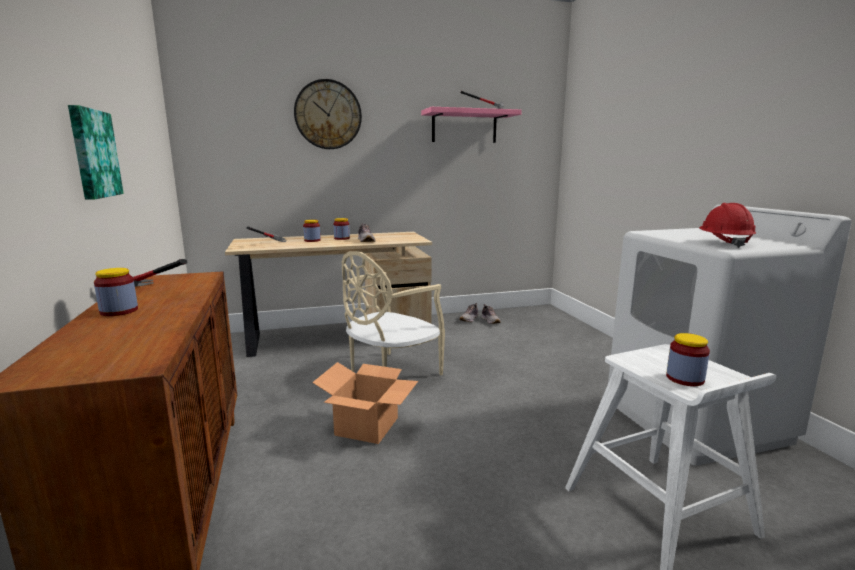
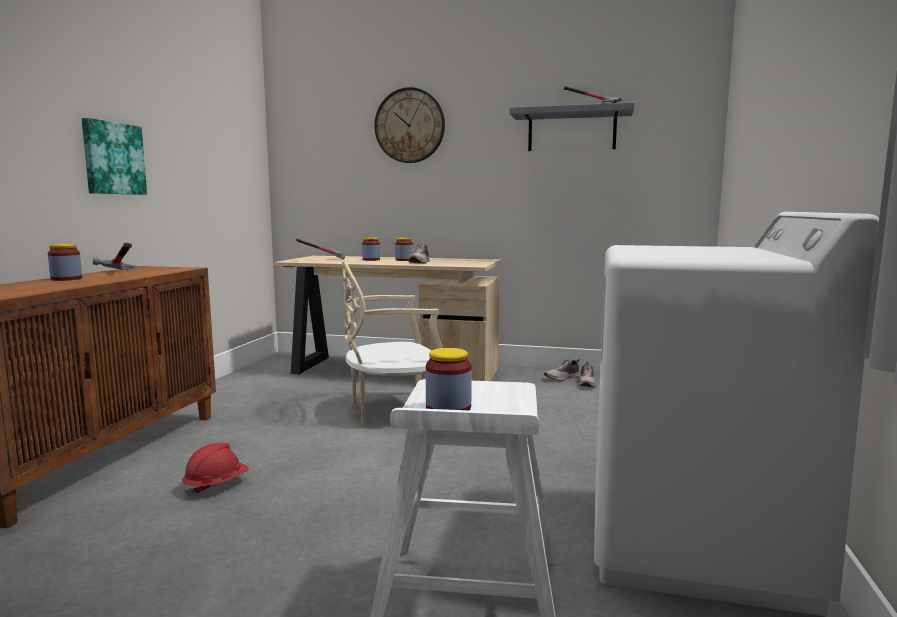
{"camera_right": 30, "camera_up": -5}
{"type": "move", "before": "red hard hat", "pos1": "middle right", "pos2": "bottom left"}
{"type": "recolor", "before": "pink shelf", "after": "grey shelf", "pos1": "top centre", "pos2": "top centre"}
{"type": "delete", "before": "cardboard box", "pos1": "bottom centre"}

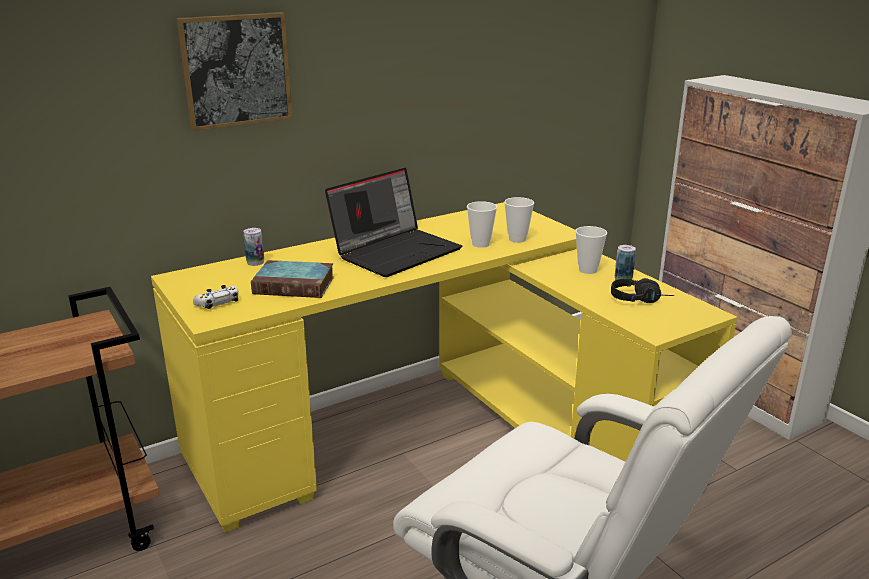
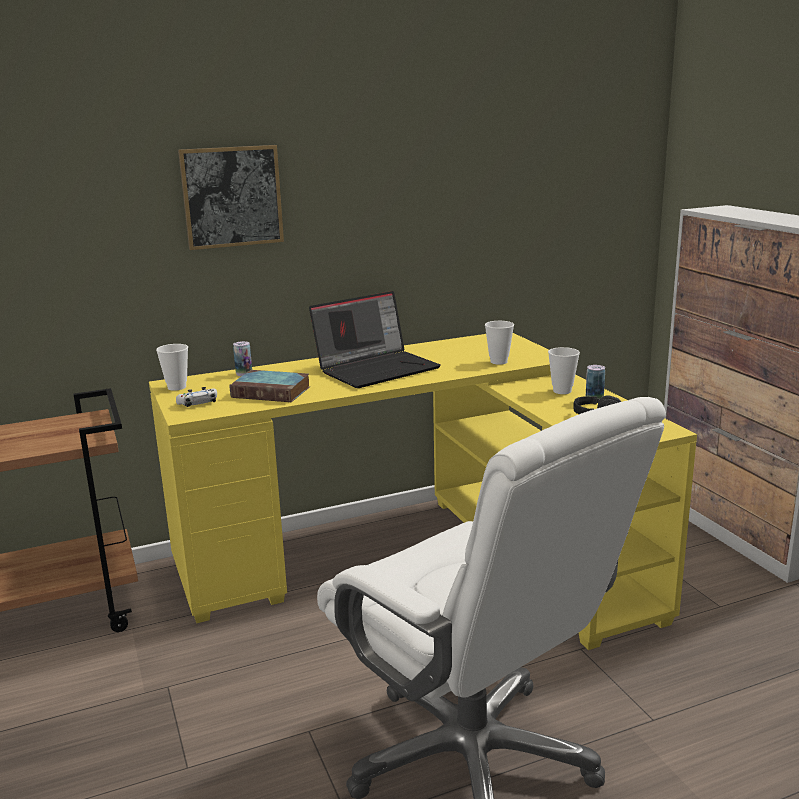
{"camera_right": 10, "camera_up": -5}
{"type": "move", "before": "cup (1st from left)", "pos1": "centre", "pos2": "middle left"}

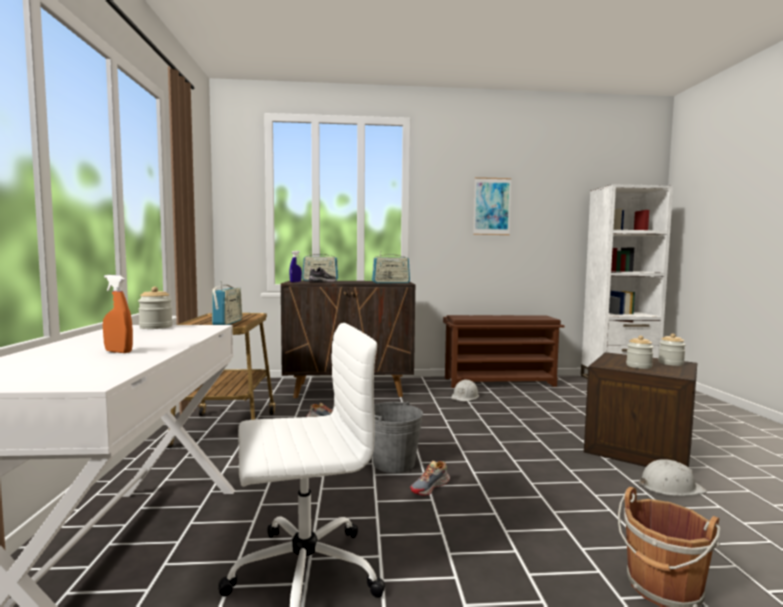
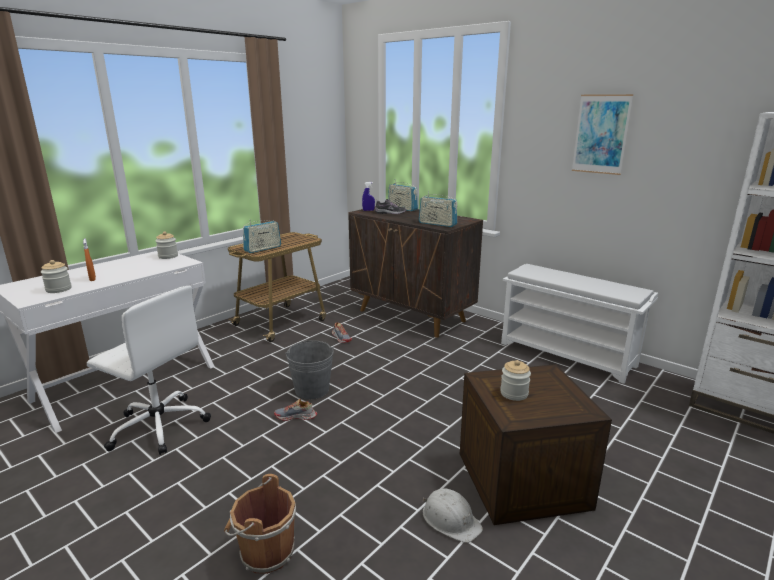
{"camera_right": 45, "camera_up": 15}
{"type": "move", "before": "jar (3rd from left in the first image)", "after": "jar (1st from left)", "pos1": "middle right", "pos2": "middle left"}
{"type": "recolor", "before": "brown shoe rack", "after": "white shoe rack", "pos1": "centre", "pos2": "middle right"}
{"type": "delete", "before": "white hard hat (1st from left)", "pos1": "centre"}

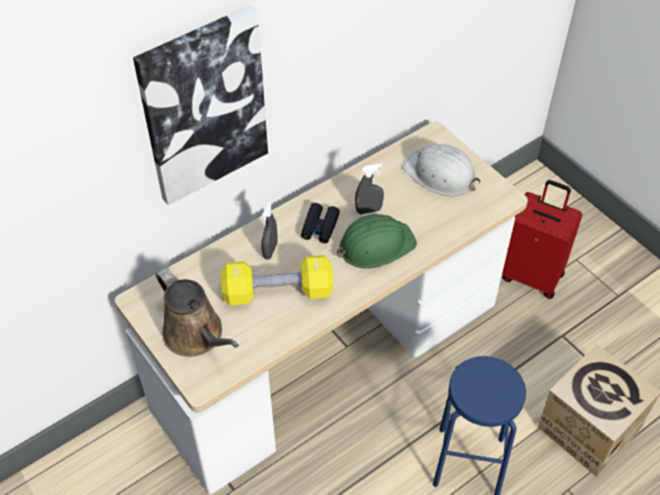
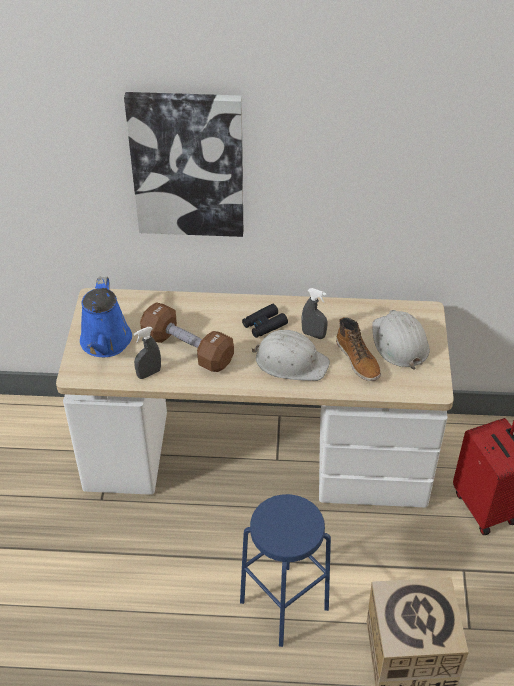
{"camera_right": 40, "camera_up": -5}
{"type": "recolor", "before": "brown watering can", "after": "blue watering can", "pos1": "middle left", "pos2": "middle left"}
{"type": "move", "before": "grey spray bottle (1st from left)", "pos1": "centre", "pos2": "middle left"}
{"type": "recolor", "before": "yellow dumbbell", "after": "brown dumbbell", "pos1": "centre", "pos2": "centre"}
{"type": "recolor", "before": "green hard hat", "after": "white hard hat (1st from left)", "pos1": "centre", "pos2": "centre"}
{"type": "insert", "after": "boot", "pos2": "middle right"}

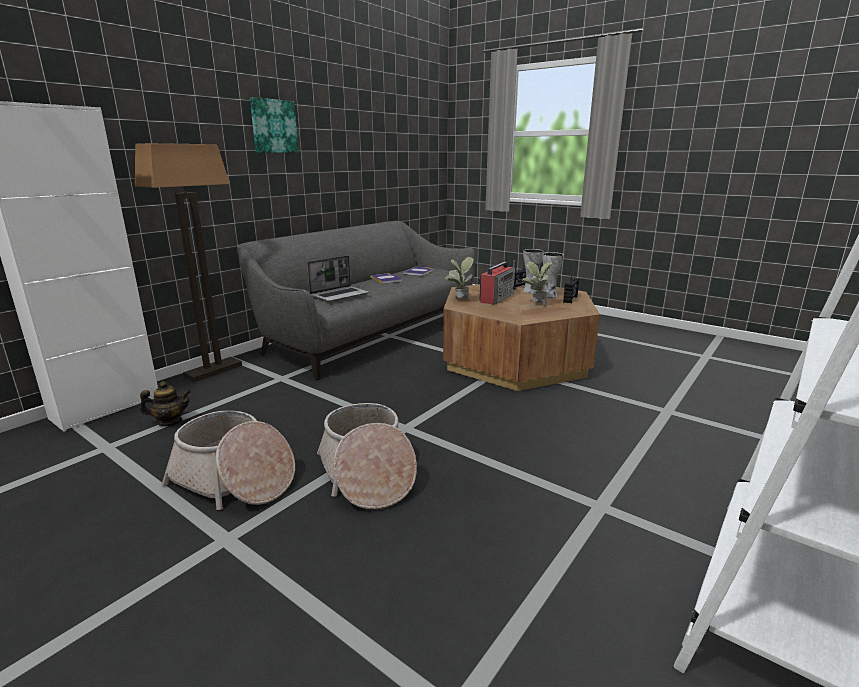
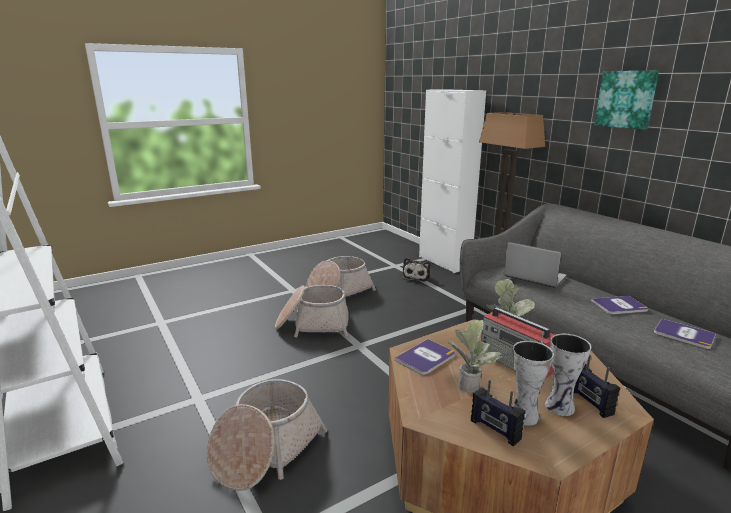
{"camera_right": 110, "camera_up": 0}
{"type": "insert", "after": "basket (1st from left)", "pos2": "bottom centre"}
{"type": "insert", "after": "book (1st from left)", "pos2": "bottom centre"}
{"type": "replace", "before": "teapot", "after": "plush toy", "pos1": "middle left", "pos2": "centre"}
{"type": "rotate", "before": "laptop", "pos1": "centre", "pos2": "middle right", "turn": 150}

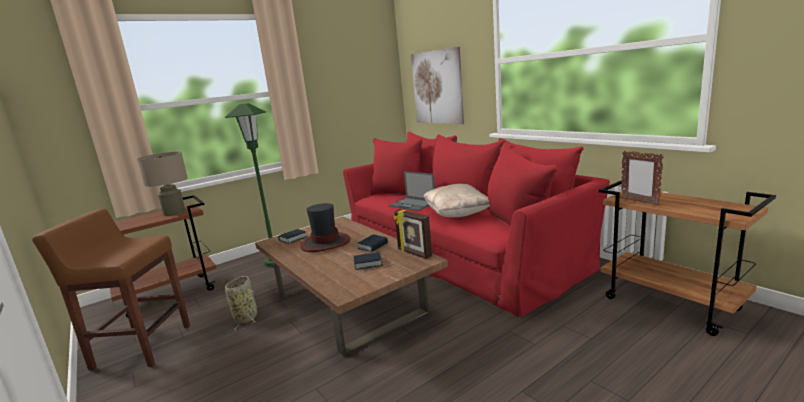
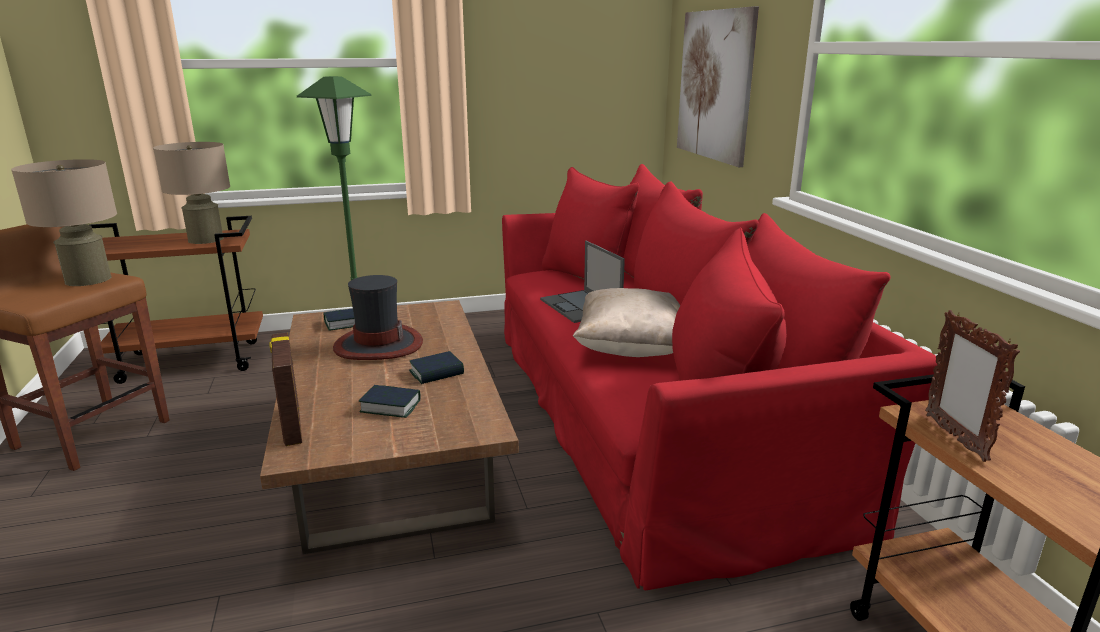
{"camera_right": 20, "camera_up": 5}
{"type": "insert", "after": "beige table lamp (1st from left)", "pos2": "middle left"}
{"type": "move", "before": "picture frame (1st from left)", "pos1": "centre", "pos2": "middle left"}
{"type": "delete", "before": "basket", "pos1": "bottom left"}

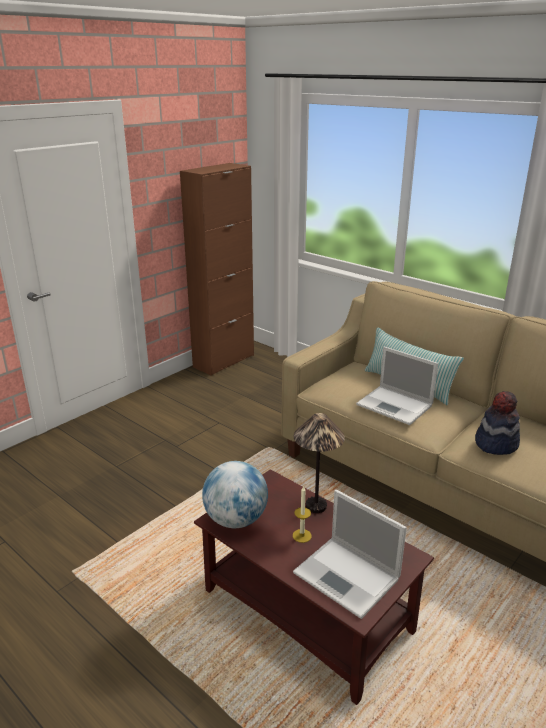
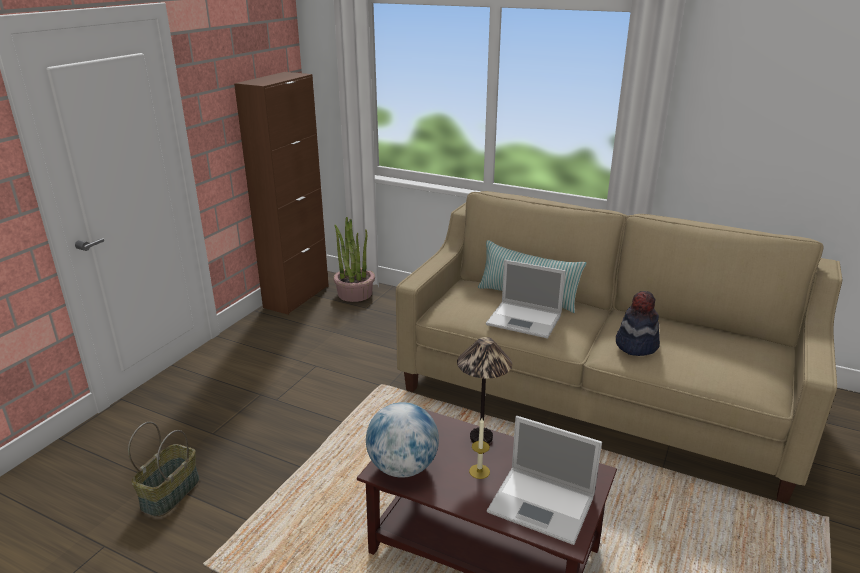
{"camera_right": -15, "camera_up": 0}
{"type": "insert", "after": "basket", "pos2": "bottom left"}
{"type": "insert", "after": "potted plant", "pos2": "centre"}

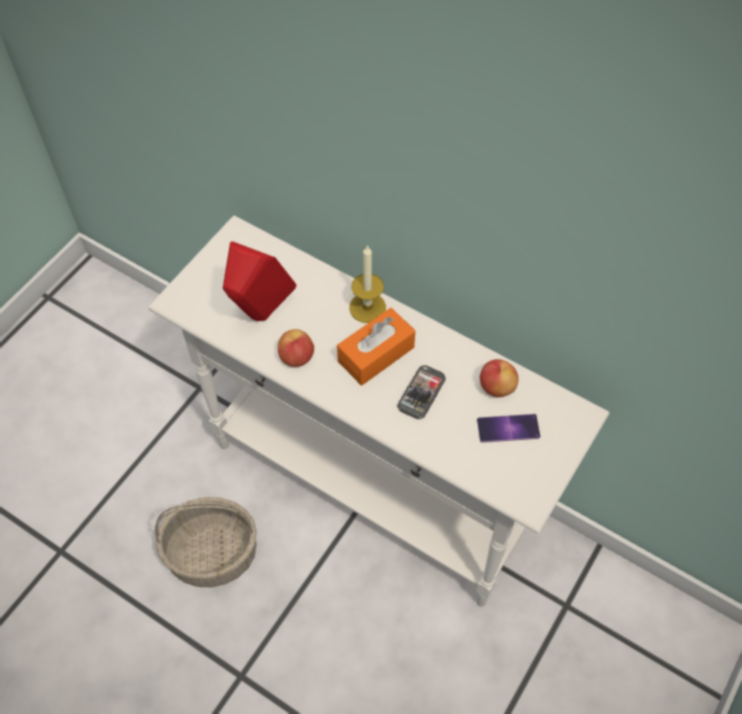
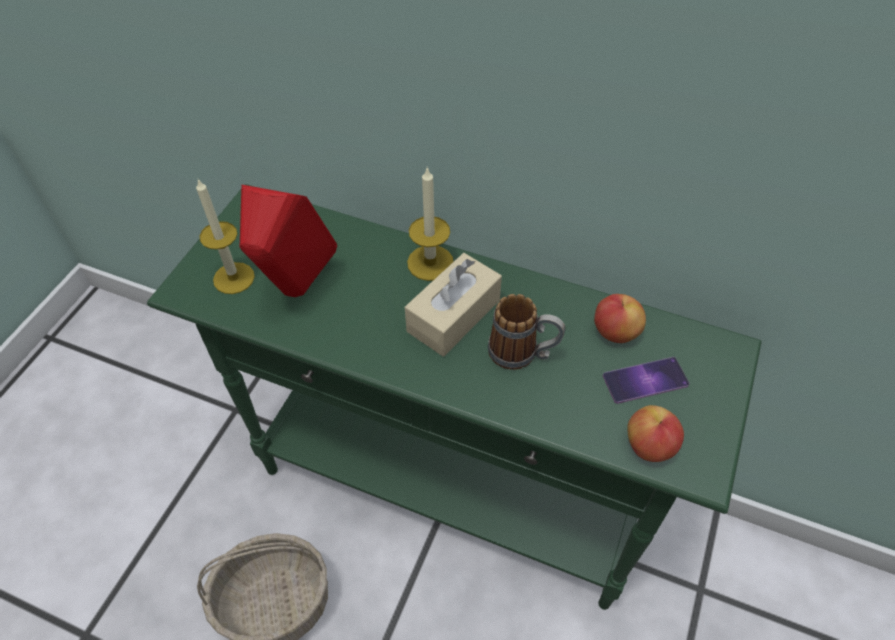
{"camera_right": -10, "camera_up": -5}
{"type": "recolor", "before": "white console table", "after": "green console table", "pos1": "centre", "pos2": "centre"}
{"type": "insert", "after": "candle (1st from left)", "pos2": "middle left"}
{"type": "recolor", "before": "orange tissue box", "after": "beige tissue box", "pos1": "centre", "pos2": "centre"}
{"type": "replace", "before": "phone (1st from left)", "after": "mug", "pos1": "centre", "pos2": "centre"}
{"type": "move", "before": "apple (1st from left in the first image)", "after": "apple (2nd from left)", "pos1": "centre", "pos2": "bottom right"}

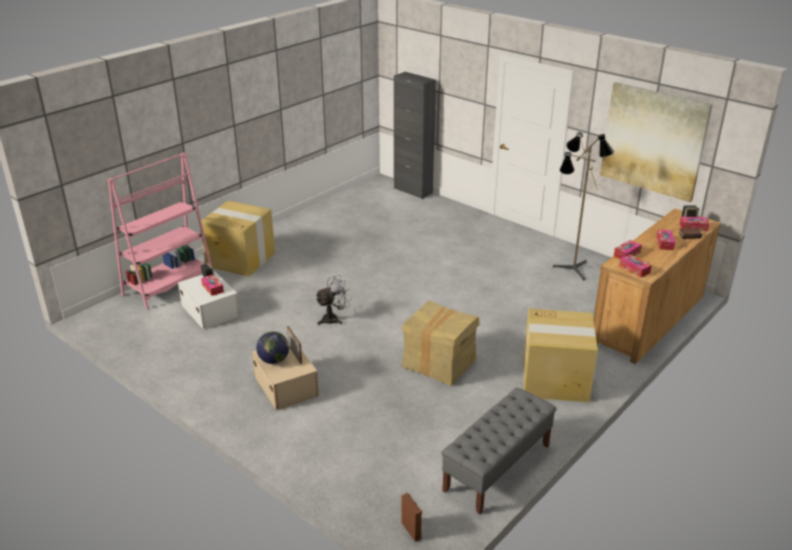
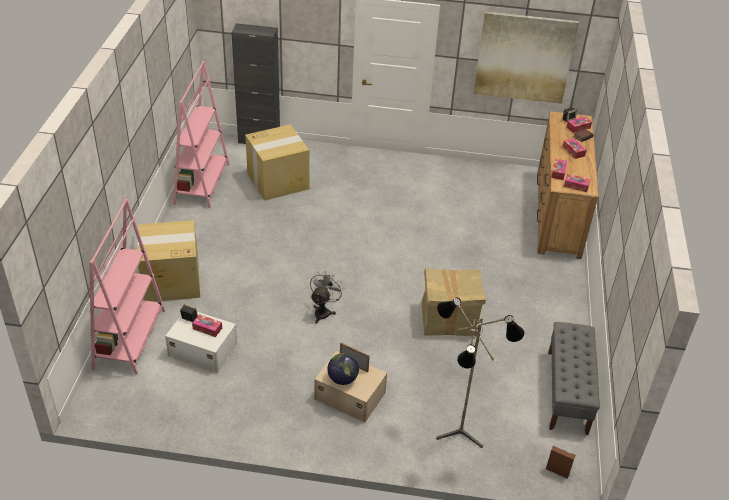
{"camera_right": -35, "camera_up": 10}
{"type": "insert", "after": "pink bookcase (2nd from left)", "pos2": "top left"}
{"type": "move", "before": "cardboard box (3rd from left in the first image)", "after": "cardboard box (2nd from left)", "pos1": "middle right", "pos2": "top centre"}
{"type": "move", "before": "floor lamp", "pos1": "middle right", "pos2": "bottom centre"}

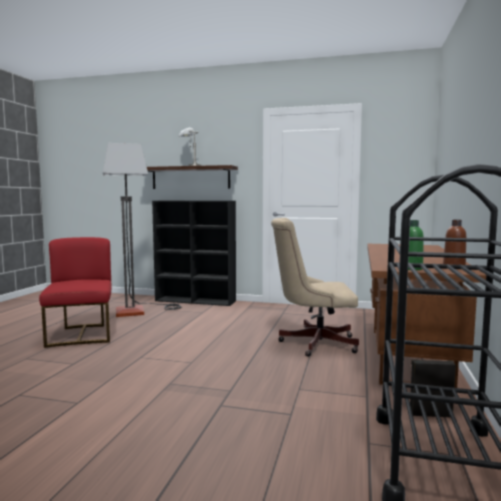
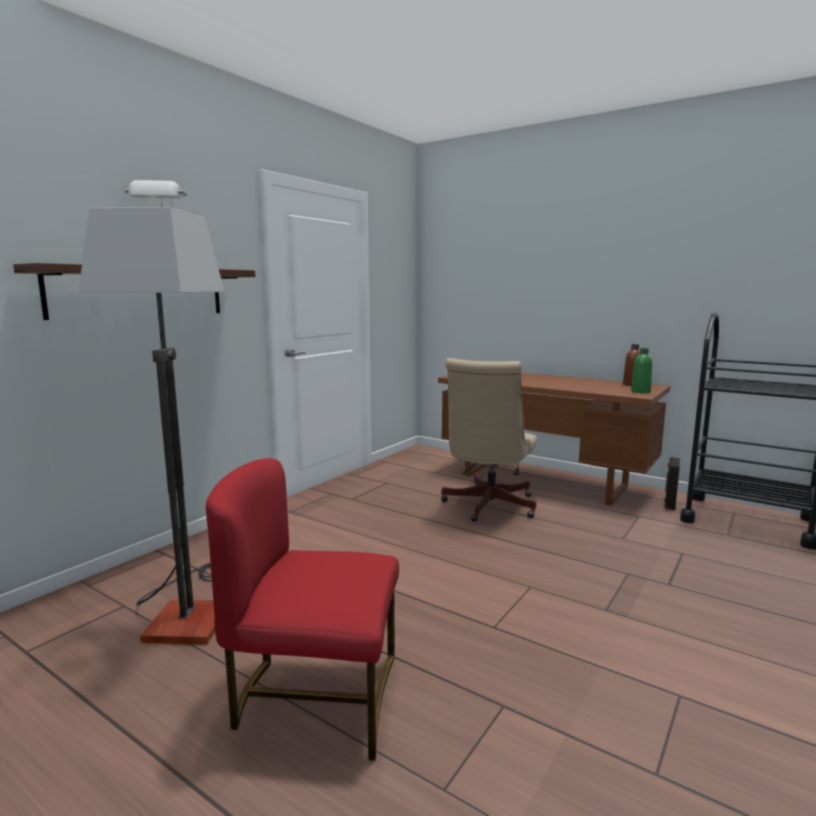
{"camera_right": -70, "camera_up": 5}
{"type": "delete", "before": "black bookcase", "pos1": "centre"}

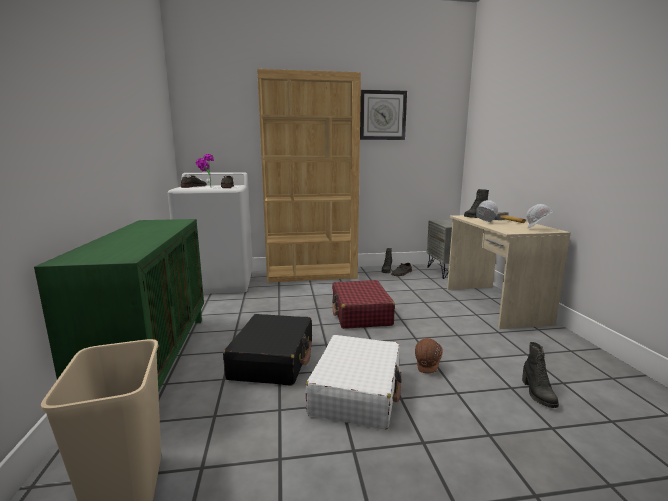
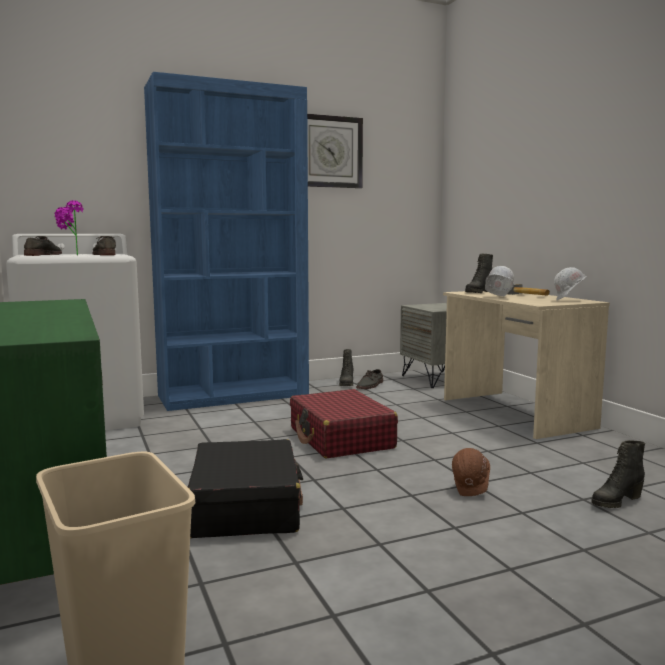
{"camera_right": -15, "camera_up": -5}
{"type": "recolor", "before": "brown bookcase", "after": "blue bookcase", "pos1": "centre", "pos2": "centre"}
{"type": "rotate", "before": "black boot (3rd from left)", "pos1": "bottom right", "pos2": "bottom right", "turn": 75}
{"type": "delete", "before": "white suitcase", "pos1": "bottom centre"}

